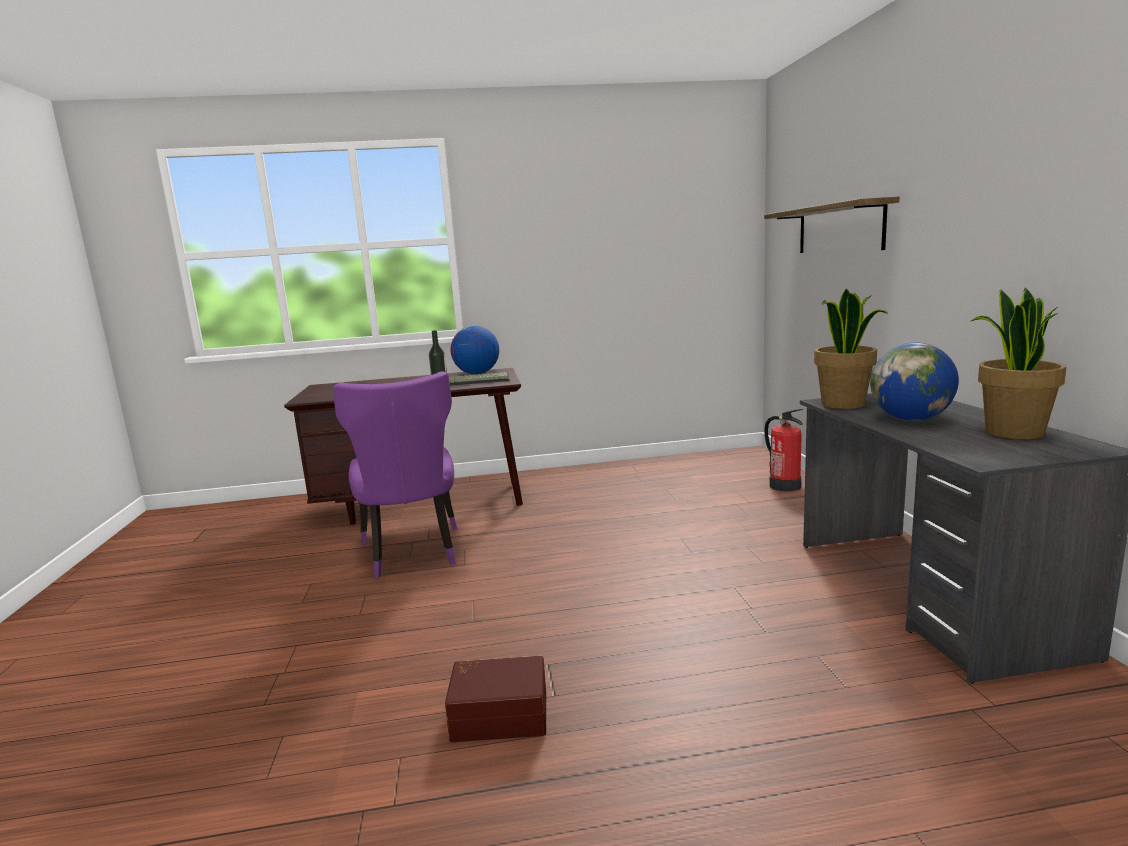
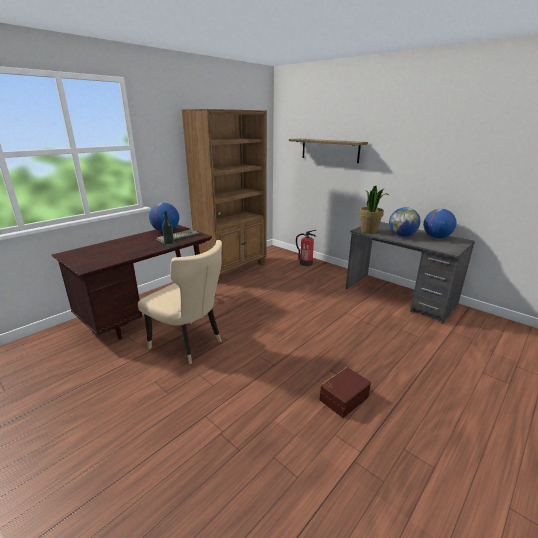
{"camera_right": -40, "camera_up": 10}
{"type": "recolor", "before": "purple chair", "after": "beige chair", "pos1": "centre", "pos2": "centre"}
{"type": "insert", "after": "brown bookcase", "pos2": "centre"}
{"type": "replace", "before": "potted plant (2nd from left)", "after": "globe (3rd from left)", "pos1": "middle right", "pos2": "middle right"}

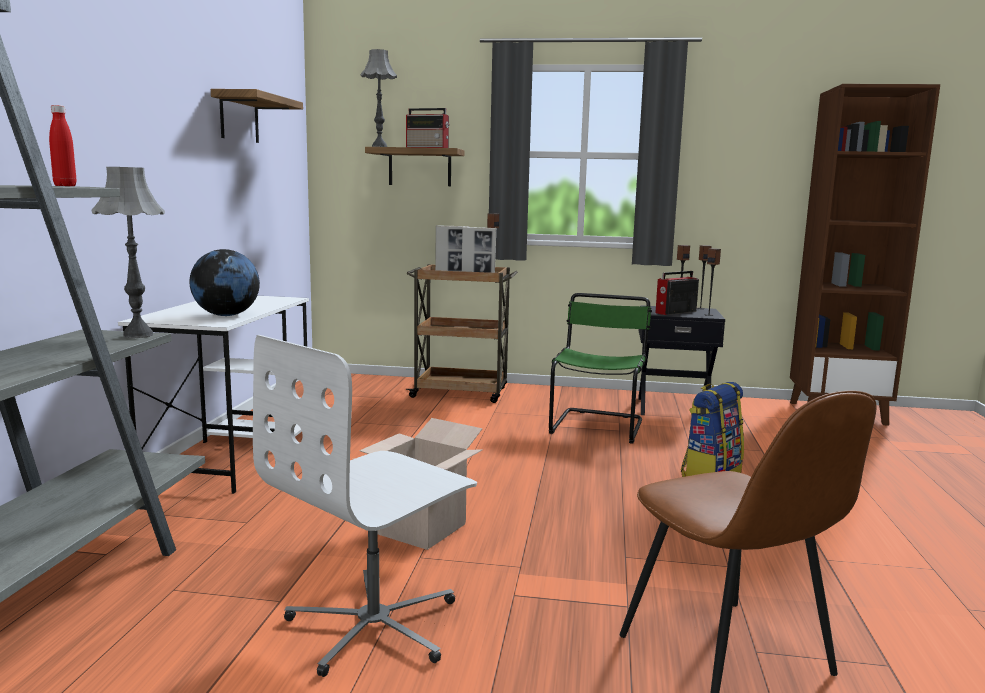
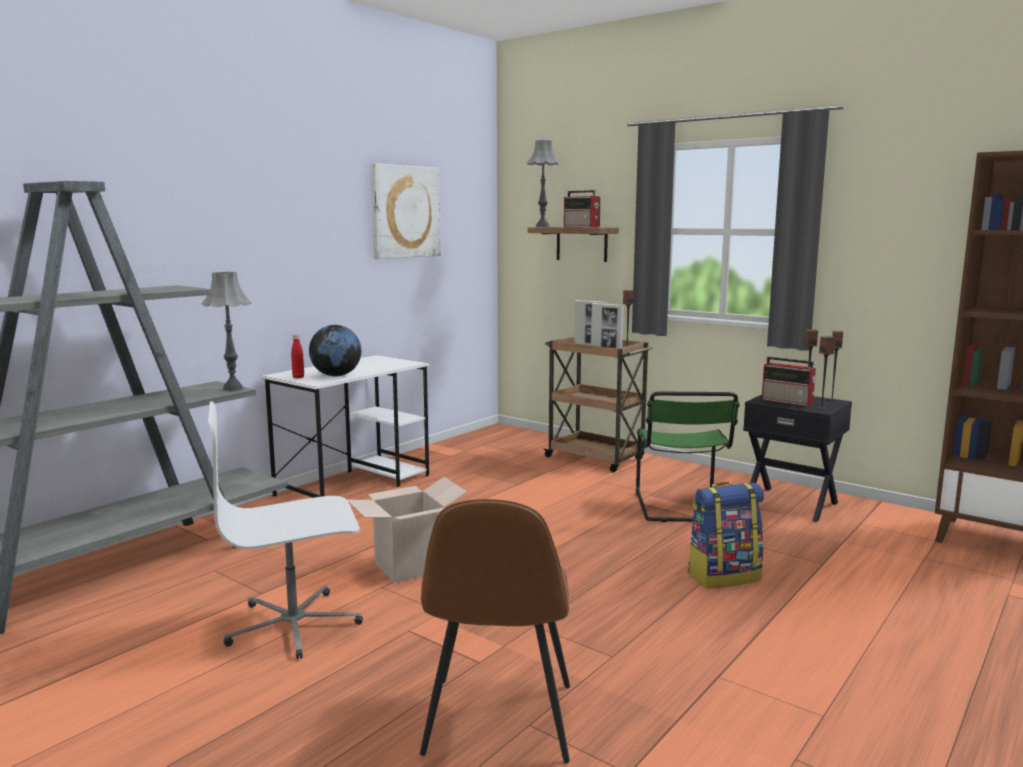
{"camera_right": 30, "camera_up": 0}
{"type": "move", "before": "red bottle", "pos1": "top left", "pos2": "middle left"}
{"type": "replace", "before": "shelf (1st from left)", "after": "picture", "pos1": "top left", "pos2": "top centre"}
{"type": "rotate", "before": "green chair", "pos1": "centre", "pos2": "middle right", "turn": 135}
{"type": "rotate", "before": "radio (2nd from left)", "pos1": "middle right", "pos2": "middle right", "turn": -135}

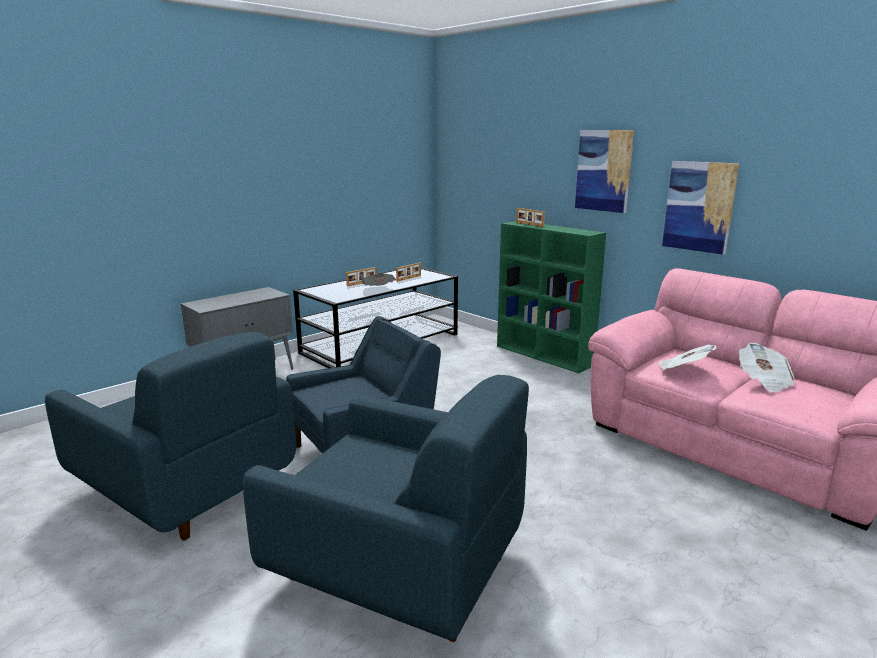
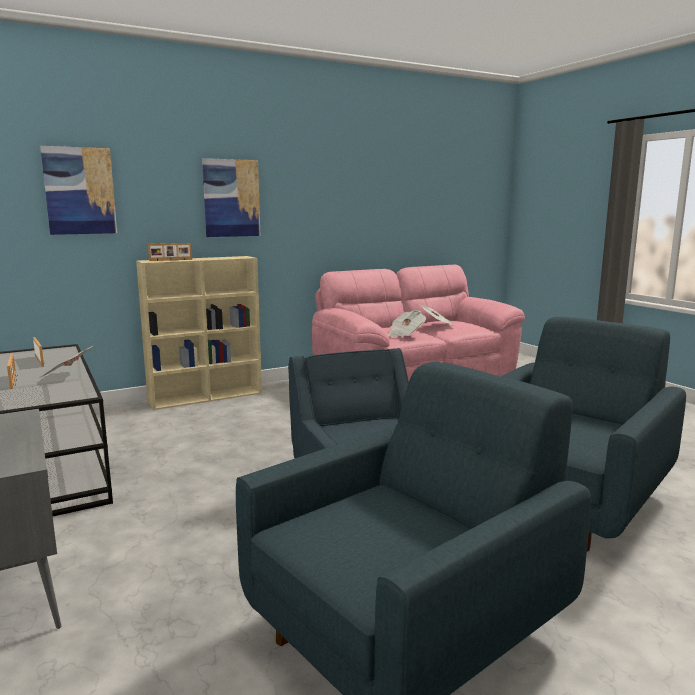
{"camera_right": -75, "camera_up": -5}
{"type": "move", "before": "picture (2nd from left in the first image)", "after": "picture (1st from left)", "pos1": "top right", "pos2": "top left"}
{"type": "recolor", "before": "green bookcase", "after": "beige bookcase", "pos1": "centre", "pos2": "middle left"}

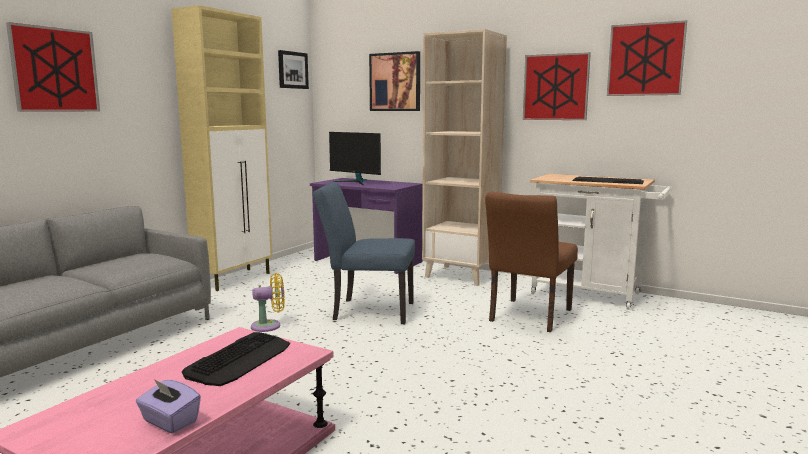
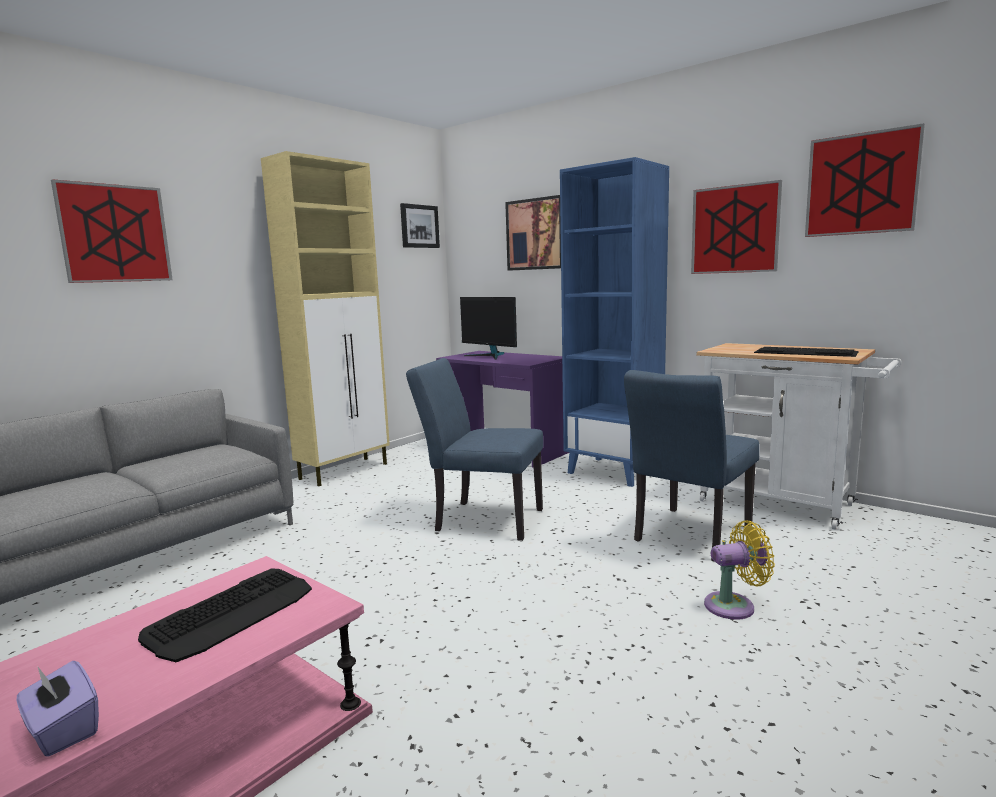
{"camera_right": 10, "camera_up": 0}
{"type": "recolor", "before": "beige bookcase", "after": "blue bookcase", "pos1": "centre", "pos2": "centre"}
{"type": "recolor", "before": "brown chair", "after": "blue chair (2nd from left)", "pos1": "centre", "pos2": "middle right"}
{"type": "move", "before": "yellow fan", "pos1": "middle left", "pos2": "bottom right"}

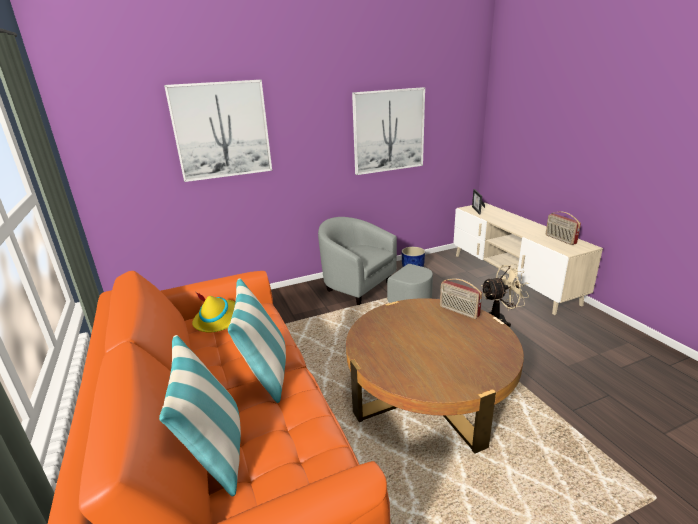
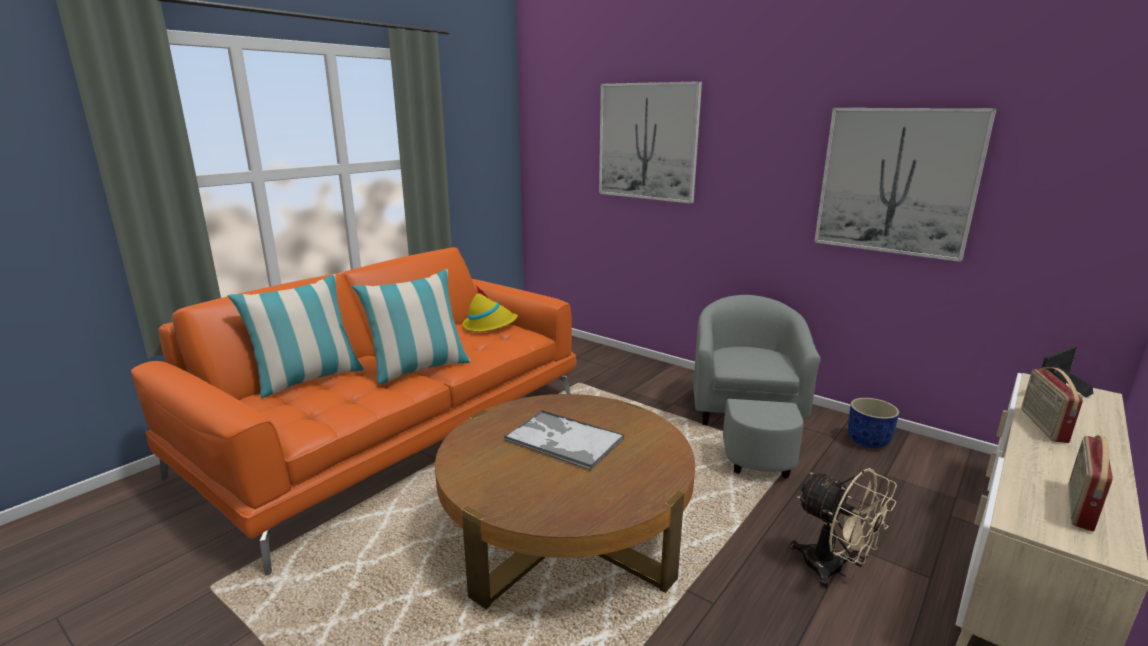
{"camera_right": 60, "camera_up": -5}
{"type": "insert", "after": "tray", "pos2": "bottom centre"}
{"type": "move", "before": "radio (1st from left)", "pos1": "centre", "pos2": "middle right"}

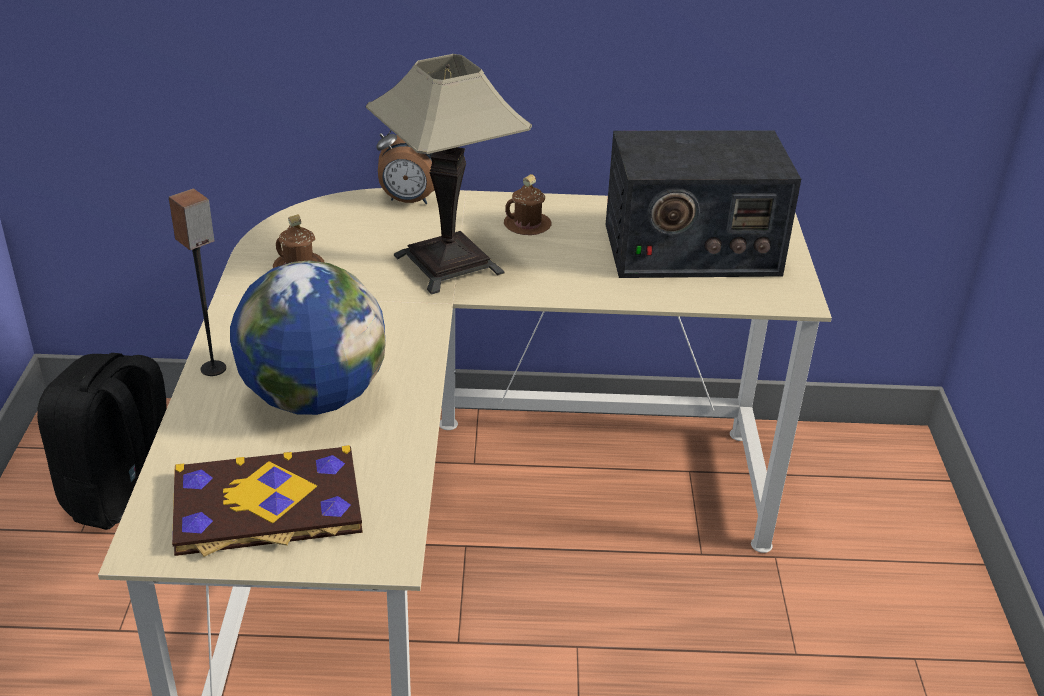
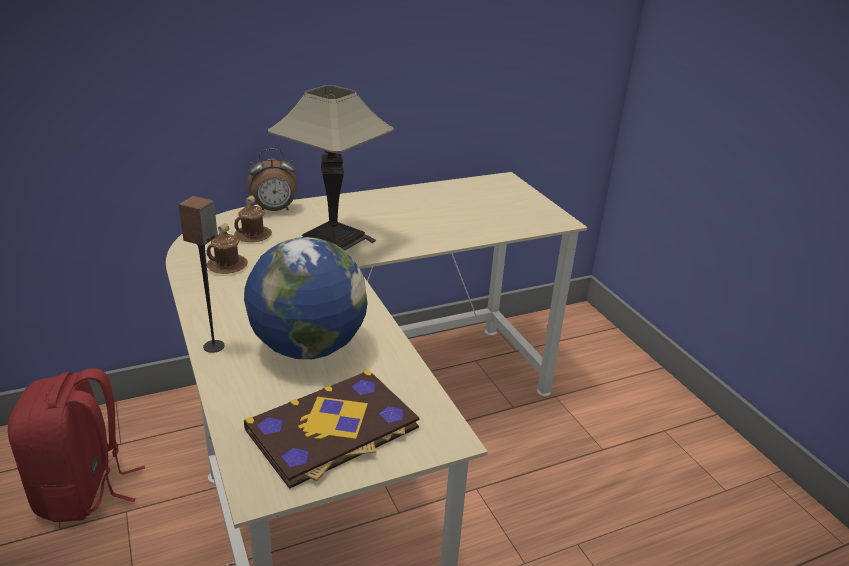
{"camera_right": -25, "camera_up": -5}
{"type": "recolor", "before": "black backpack", "after": "red backpack", "pos1": "middle left", "pos2": "bottom left"}
{"type": "move", "before": "brown mug (2nd from left)", "pos1": "top centre", "pos2": "middle left"}
{"type": "delete", "before": "radio", "pos1": "top right"}

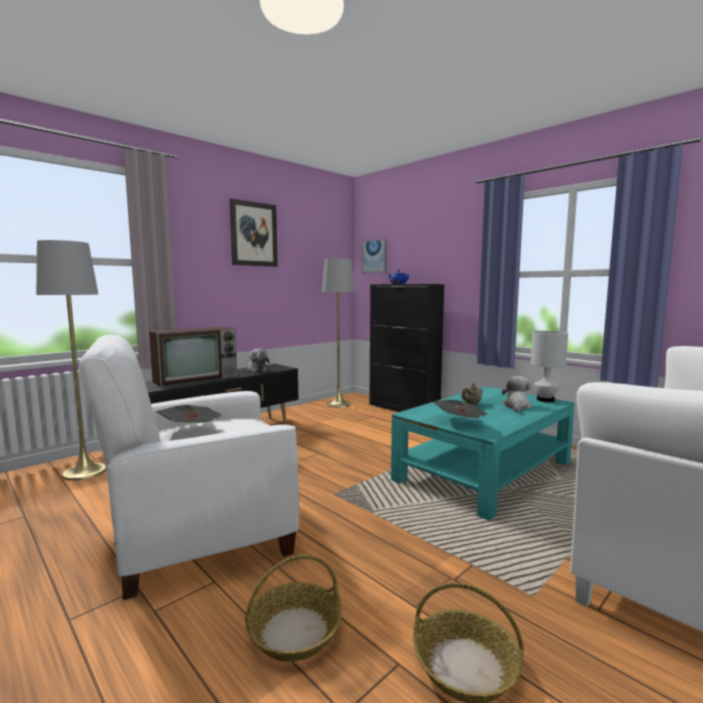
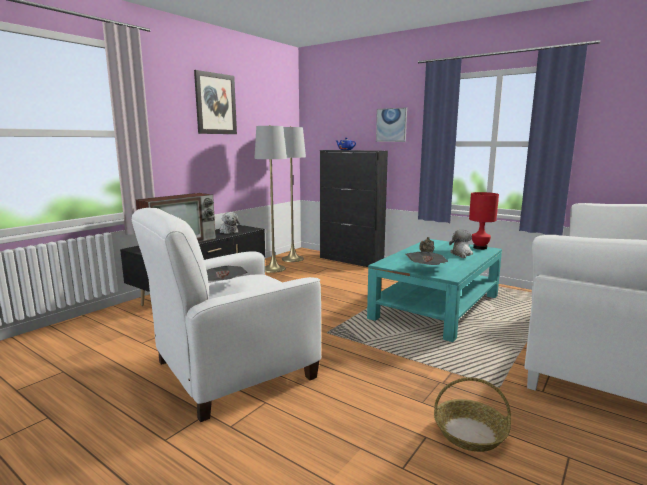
{"camera_right": -10, "camera_up": 5}
{"type": "move", "before": "grey floor lamp (1st from left)", "pos1": "middle left", "pos2": "centre"}
{"type": "move", "before": "picture (2nd from left)", "pos1": "centre", "pos2": "top centre"}
{"type": "recolor", "before": "white table lamp", "after": "red table lamp", "pos1": "middle right", "pos2": "middle right"}
{"type": "delete", "before": "basket (1st from left)", "pos1": "bottom centre"}

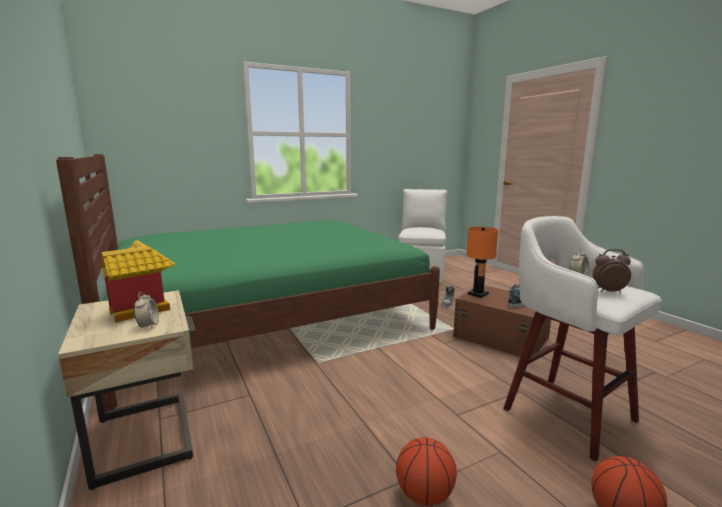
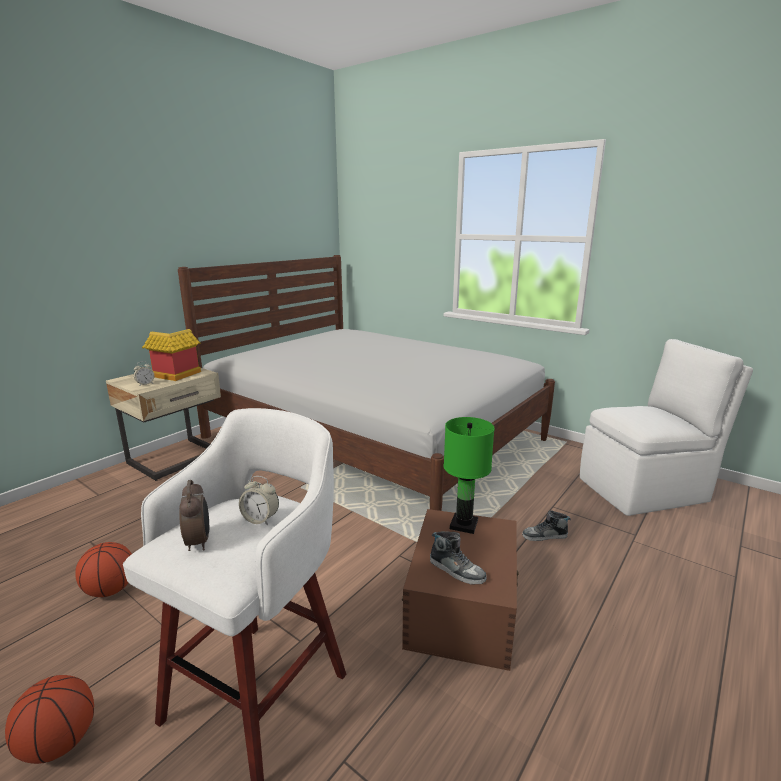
{"camera_right": 65, "camera_up": 5}
{"type": "recolor", "before": "green bed", "after": "white bed", "pos1": "centre", "pos2": "centre"}
{"type": "recolor", "before": "orange table lamp", "after": "green table lamp", "pos1": "middle right", "pos2": "centre"}

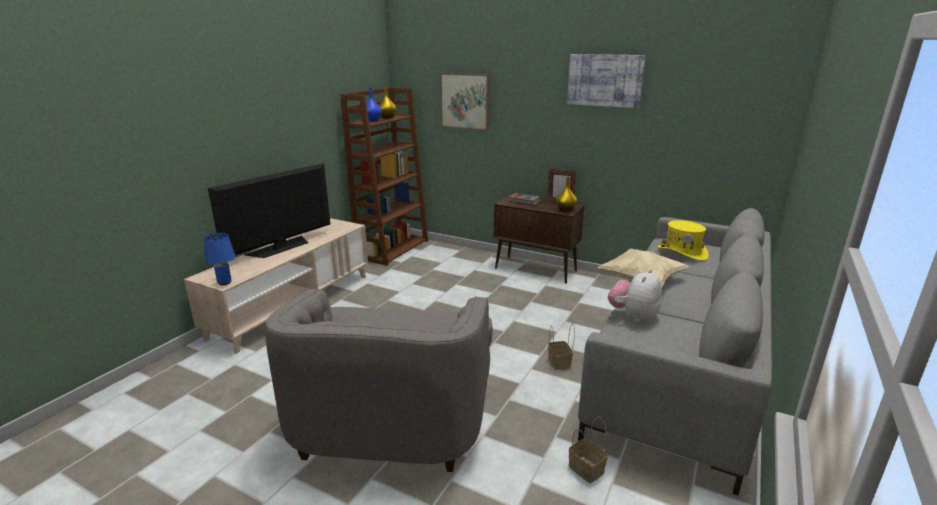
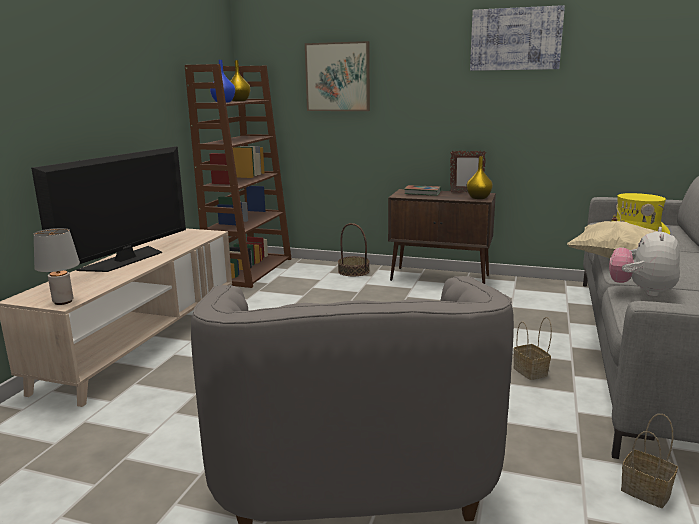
{"camera_right": -10, "camera_up": -5}
{"type": "recolor", "before": "blue table lamp", "after": "grey table lamp", "pos1": "middle left", "pos2": "middle left"}
{"type": "insert", "after": "basket (1st from left)", "pos2": "centre"}

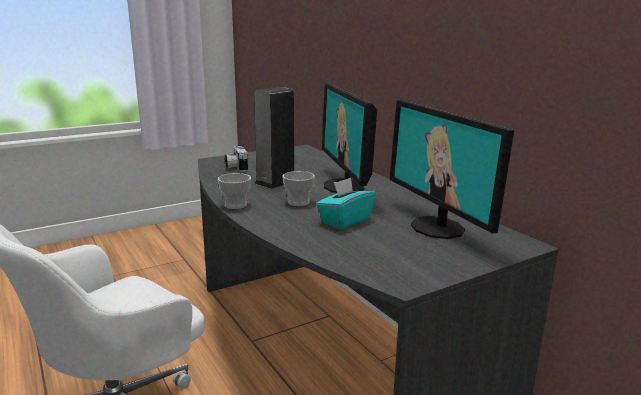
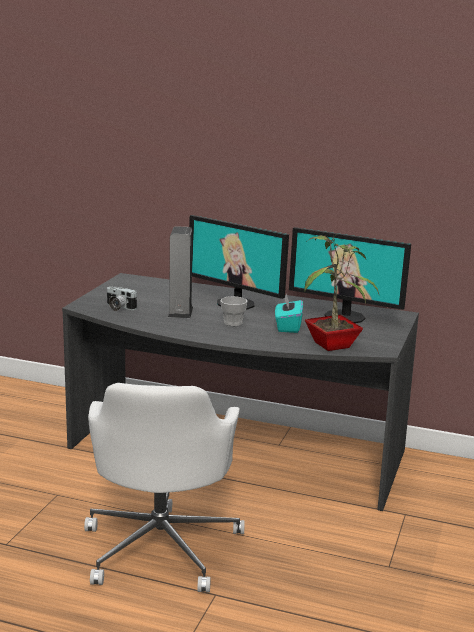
{"camera_right": -40, "camera_up": 0}
{"type": "insert", "after": "potted plant", "pos2": "middle right"}
{"type": "delete", "before": "cup (1st from left)", "pos1": "centre"}

